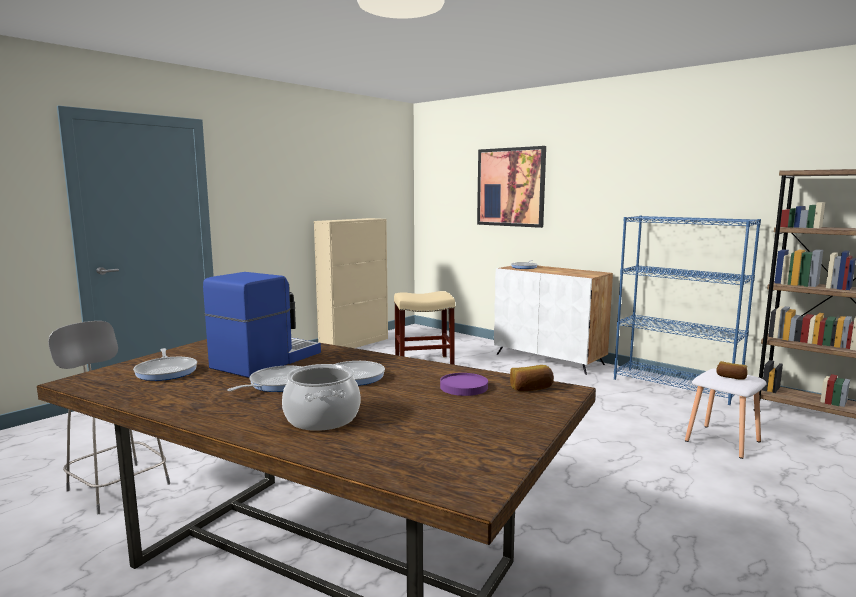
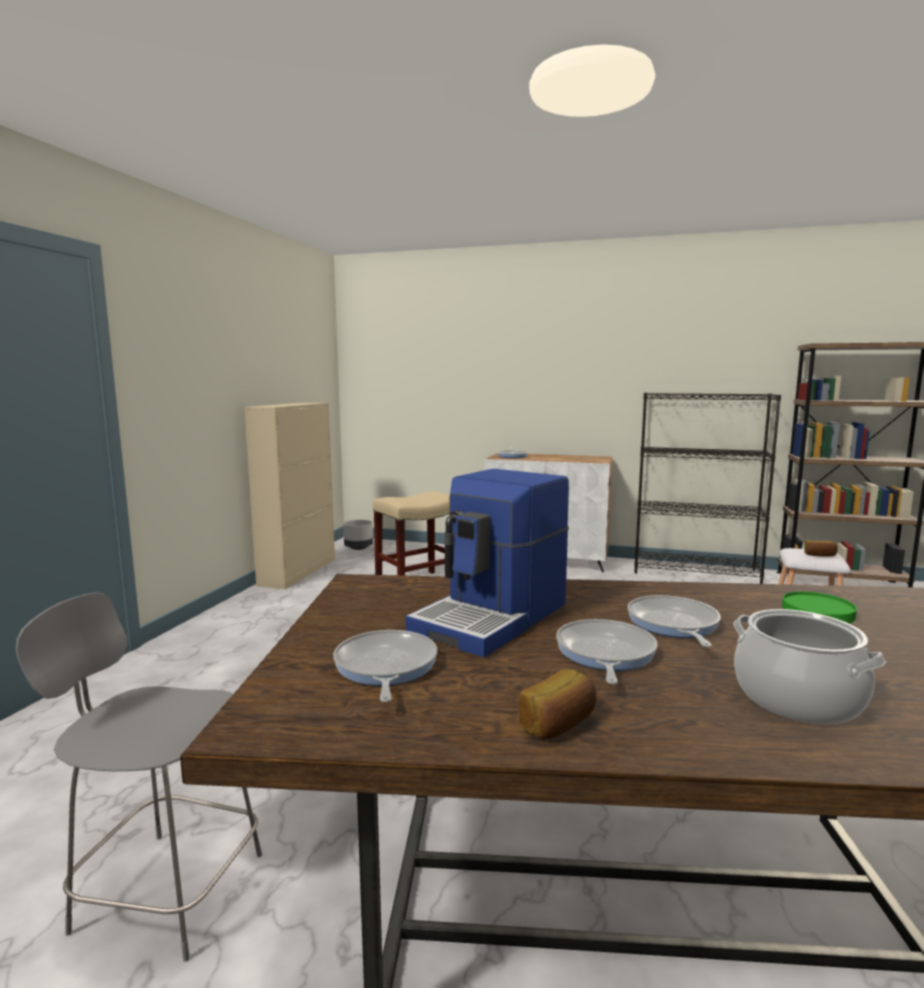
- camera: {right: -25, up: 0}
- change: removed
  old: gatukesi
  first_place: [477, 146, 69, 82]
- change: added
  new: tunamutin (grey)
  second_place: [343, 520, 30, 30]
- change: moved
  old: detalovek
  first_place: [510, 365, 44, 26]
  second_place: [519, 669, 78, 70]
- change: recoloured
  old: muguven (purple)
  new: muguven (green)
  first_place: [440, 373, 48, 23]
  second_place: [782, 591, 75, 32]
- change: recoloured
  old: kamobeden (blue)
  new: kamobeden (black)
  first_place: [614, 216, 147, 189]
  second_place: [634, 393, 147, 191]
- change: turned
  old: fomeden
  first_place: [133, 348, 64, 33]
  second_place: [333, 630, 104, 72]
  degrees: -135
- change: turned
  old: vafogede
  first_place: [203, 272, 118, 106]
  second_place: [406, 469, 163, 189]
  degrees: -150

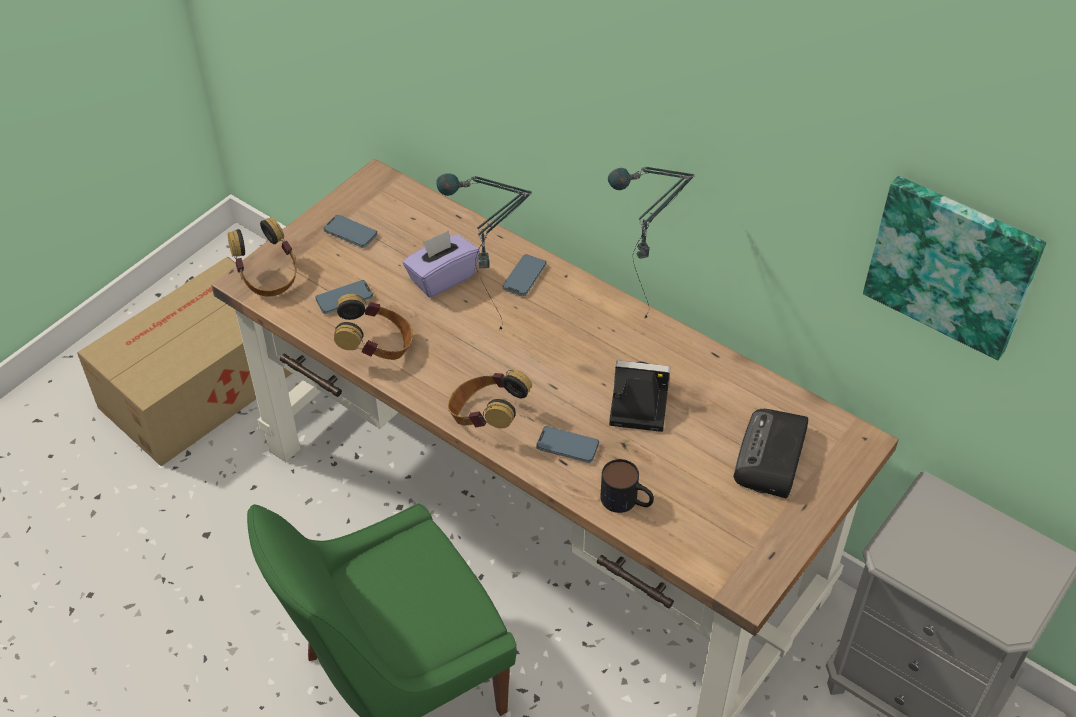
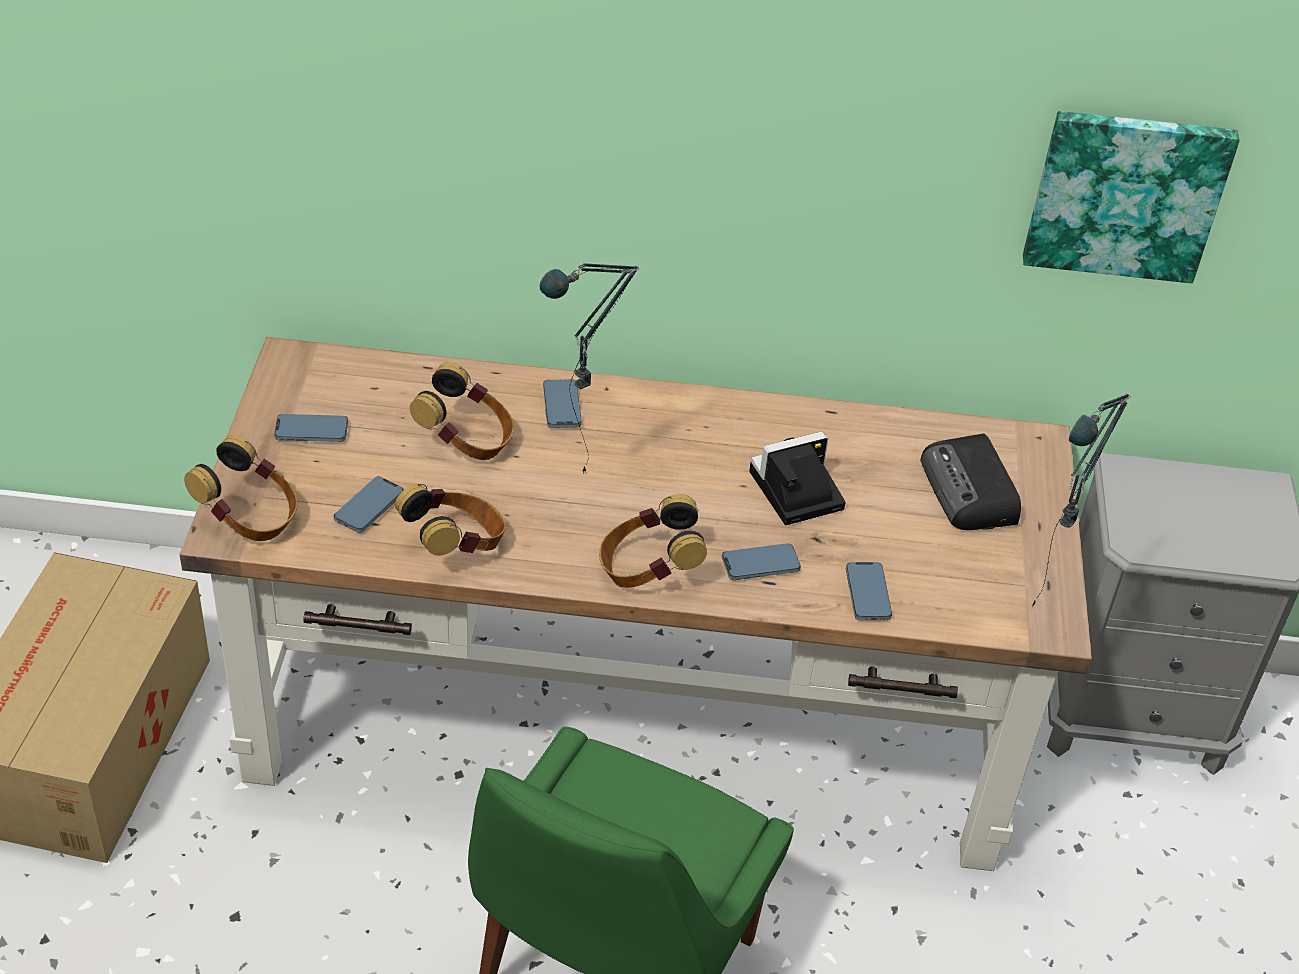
- camera: {right: -35, up: -5}
- change: moved
  old: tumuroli
  first_place: [608, 167, 87, 151]
  second_place: [1032, 393, 99, 214]
- change: replaced
  old: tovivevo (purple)
  new: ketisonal
  first_place: [403, 230, 77, 68]
  second_place: [410, 362, 104, 98]
- change: replaced
  old: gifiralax
  new: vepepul
  first_place: [600, 459, 54, 54]
  second_place: [846, 562, 46, 58]

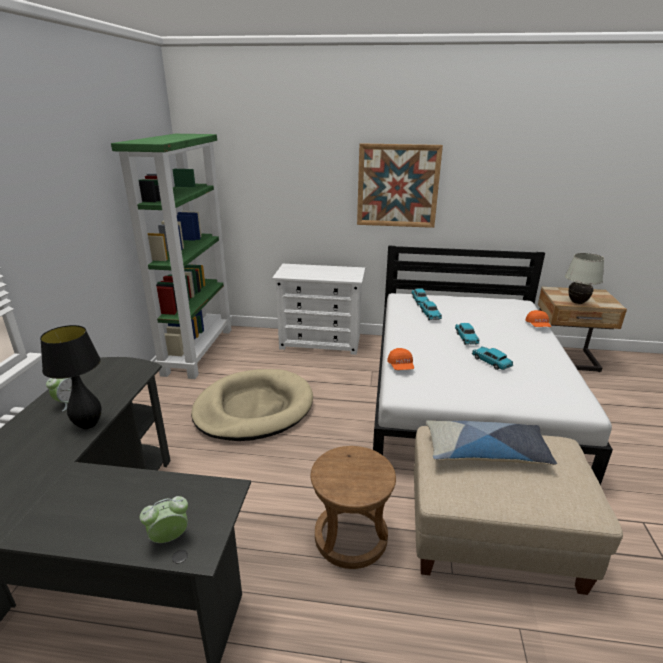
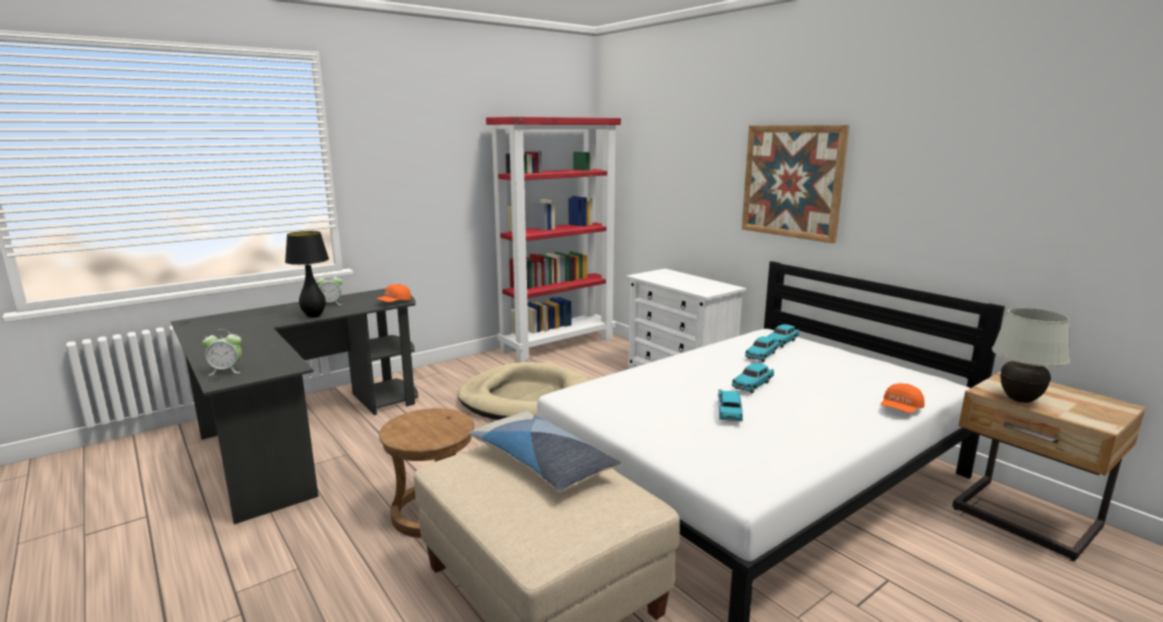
- camera: {right: 45, up: -10}
- change: moved
  old: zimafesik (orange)
  first_place: [387, 348, 27, 22]
  second_place: [375, 284, 36, 18]
- change: recoloured
  old: kamobeden (green)
  new: kamobeden (red)
  first_place: [111, 134, 121, 245]
  second_place: [486, 117, 135, 245]
- change: turned
  old: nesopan
  first_place: [140, 496, 48, 47]
  second_place: [202, 329, 40, 46]
  degrees: 150

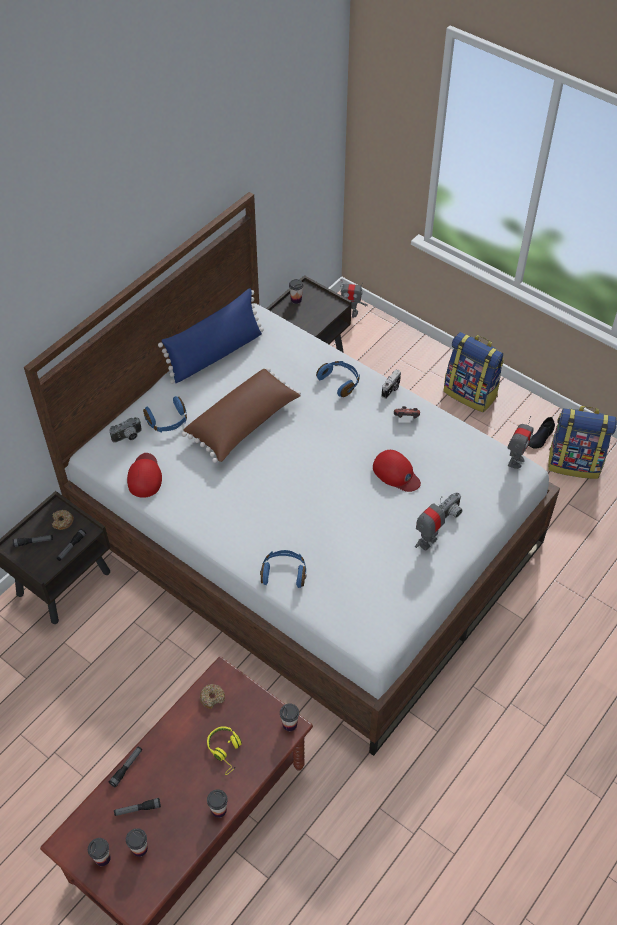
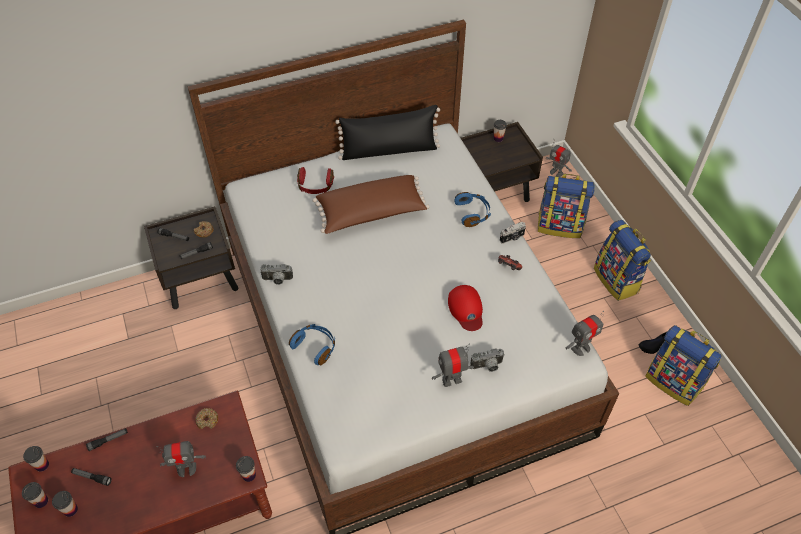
- camera: {right: 30, up: 0}
- change: removed
  old: zimafesik (red)
  first_place: [127, 453, 35, 45]
- change: added
  new: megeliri
  second_place: [538, 174, 57, 64]
- change: moved
  old: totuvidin
  first_place: [109, 417, 33, 26]
  second_place: [260, 264, 33, 21]
- change: moved
  old: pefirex
  first_place: [207, 789, 21, 29]
  second_place: [23, 446, 26, 26]
- change: replaced
  old: ketisonal (yellow)
  new: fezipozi
  first_place: [207, 726, 35, 49]
  second_place: [156, 441, 50, 36]
- change: recoloured
  old: ketisonal (blue)
  new: ketisonal (red)
  first_place: [143, 396, 44, 36]
  second_place: [297, 167, 37, 27]
- change: recoloured
  old: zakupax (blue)
  new: zakupax (black)
  first_place: [158, 288, 106, 96]
  second_place: [335, 105, 105, 55]

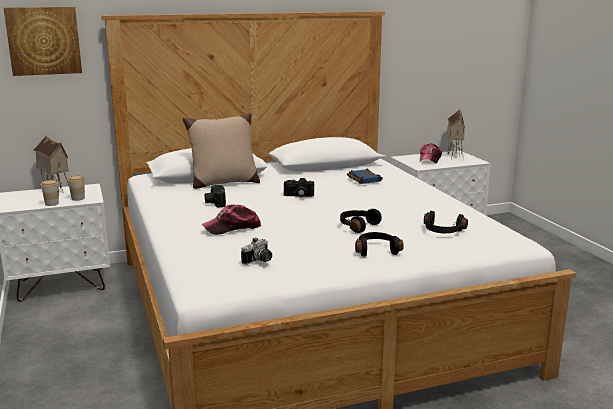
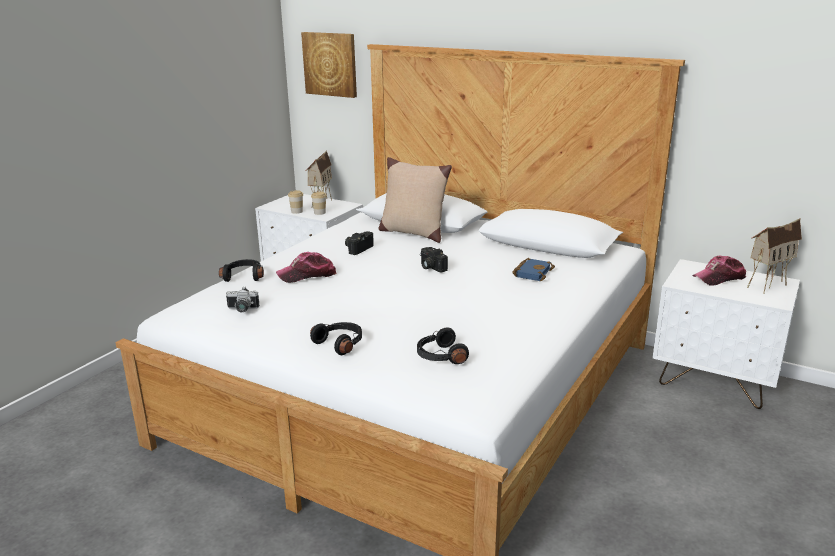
- camera: {right: 50, up: 5}
- change: moved
  old: ketisonal (black)
  first_place: [340, 209, 42, 24]
  second_place: [219, 259, 45, 23]
- change: turned
  old: zimafesik
  first_place: [202, 204, 59, 31]
  second_place: [276, 252, 61, 31]
  degrees: -45

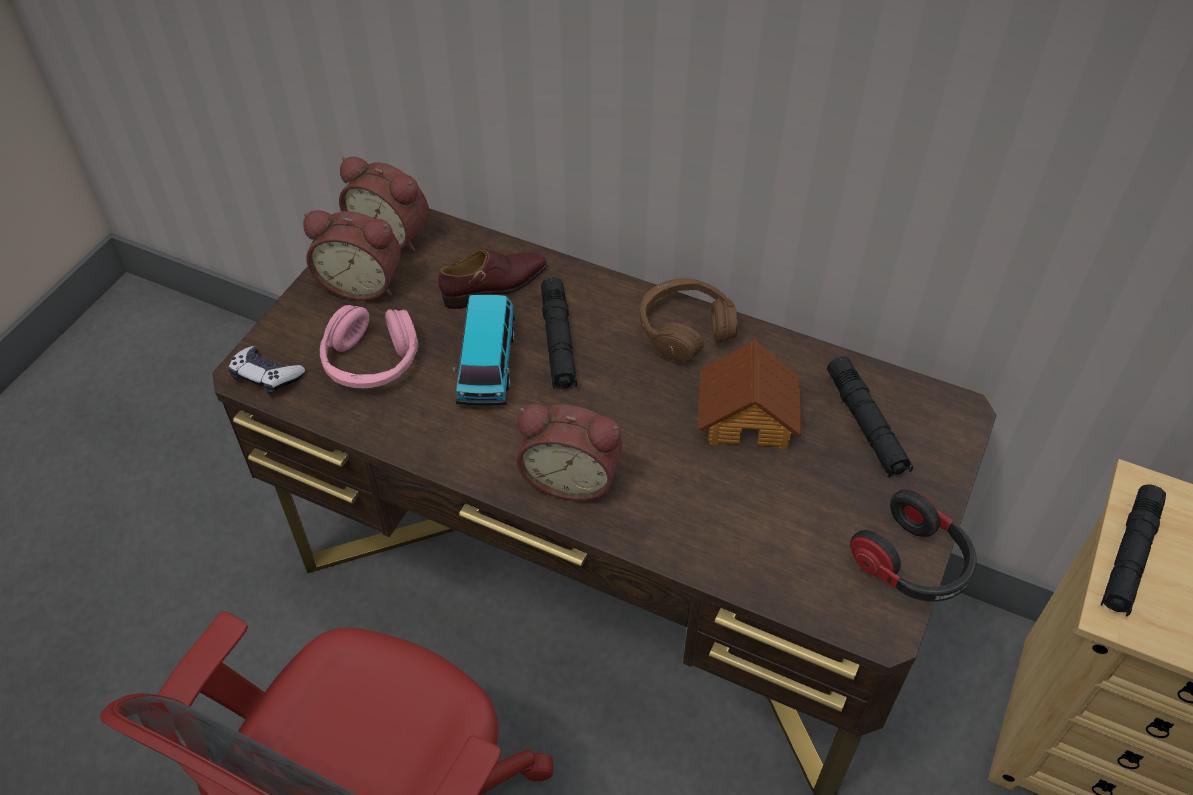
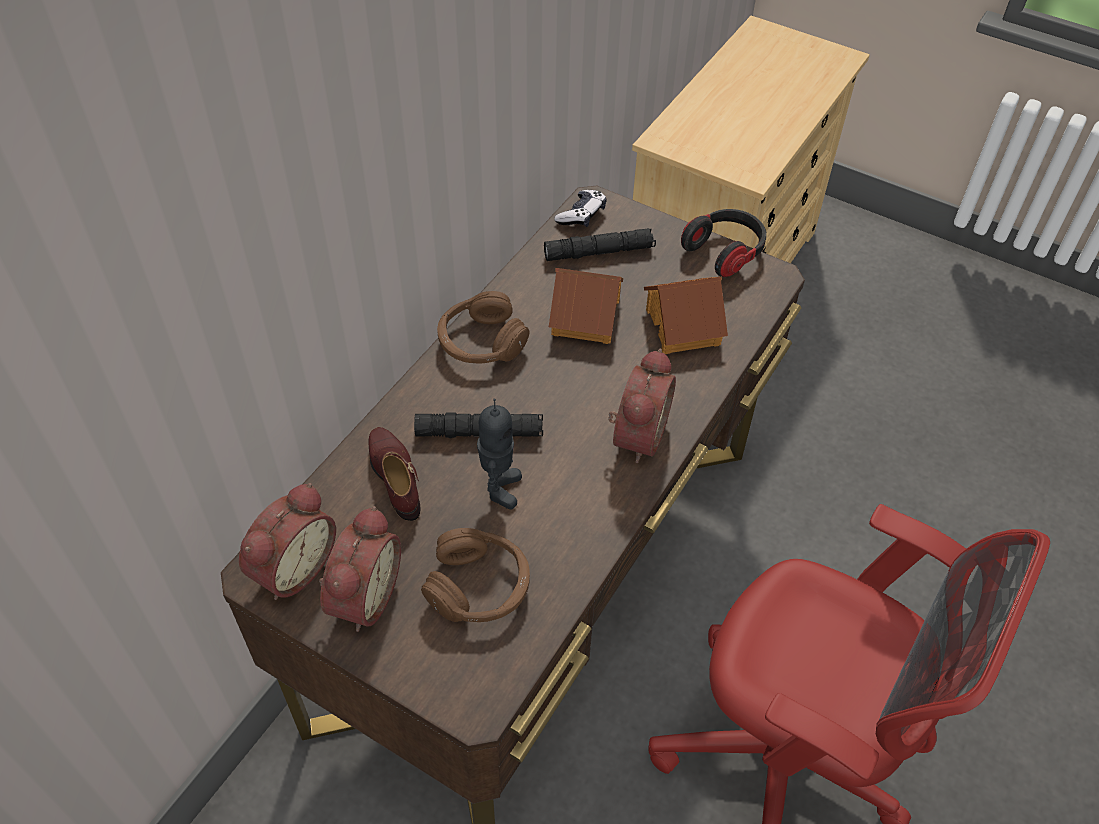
- camera: {right: -85, up: 0}
- change: removed
  old: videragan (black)
  first_place: [1101, 484, 65, 132]
- change: added
  new: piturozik
  second_place: [644, 277, 84, 77]
- change: moved
  old: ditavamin
  first_place: [228, 346, 77, 49]
  second_place: [554, 190, 53, 37]
- change: replaced
  old: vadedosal
  new: fezipozi
  first_place: [452, 295, 63, 111]
  second_place: [477, 399, 45, 110]
- change: recoloured
  old: ketisonal (pink)
  new: ketisonal (brown)
  first_place: [320, 305, 99, 83]
  second_place: [421, 528, 109, 94]

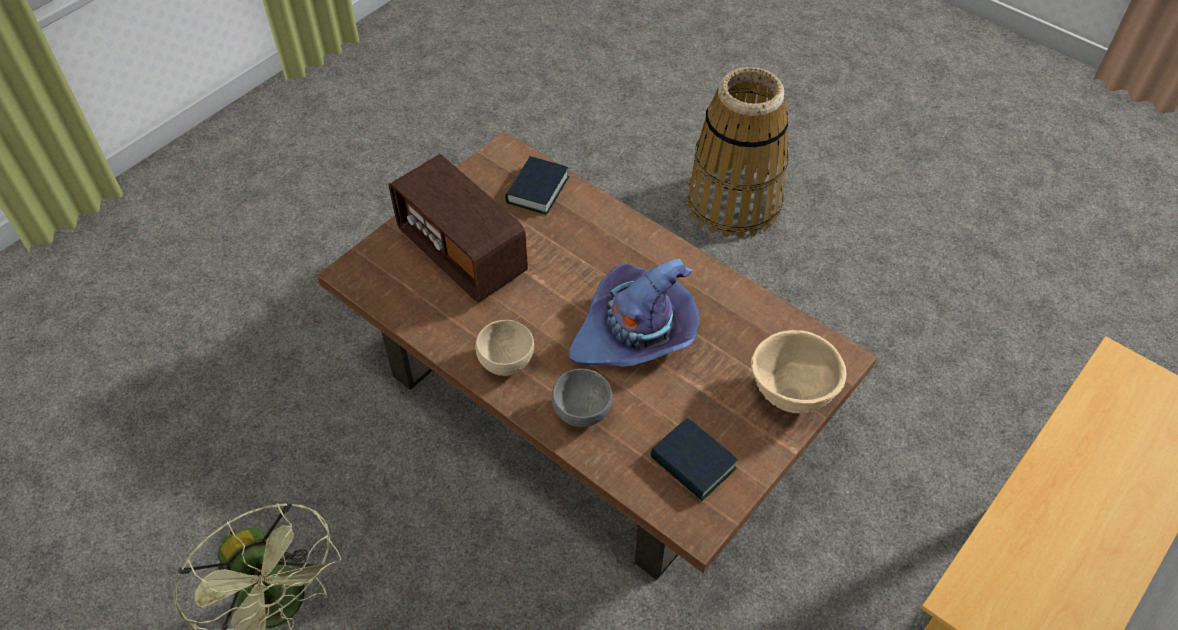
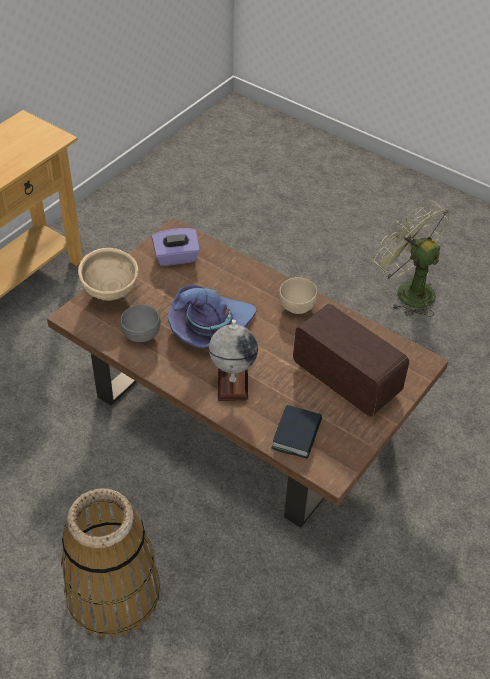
- camera: {right: 175, up: -5}
- change: added
  new: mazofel
  second_place: [209, 320, 49, 81]
- change: moved
  old: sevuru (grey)
  first_place: [552, 369, 60, 58]
  second_place: [120, 305, 41, 37]
- change: replaced
  old: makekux
  new: tovivevo (purple)
  first_place: [650, 418, 88, 83]
  second_place: [152, 228, 48, 38]

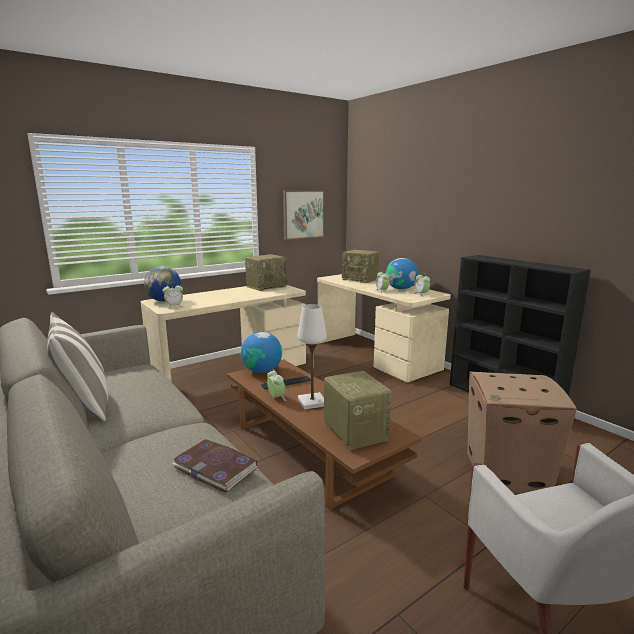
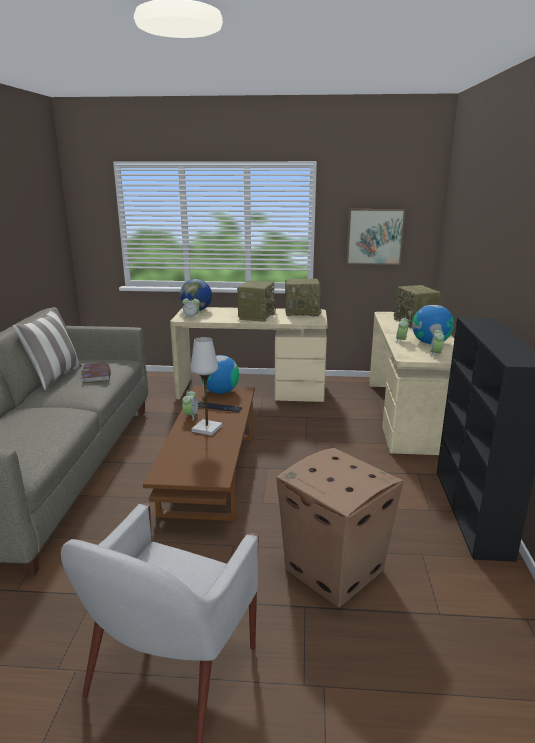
- camera: {right: 40, up: 5}
- change: moved
  old: makekux
  first_place: [172, 439, 85, 54]
  second_place: [81, 362, 30, 21]
- change: moved
  old: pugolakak
  first_place: [324, 371, 68, 79]
  second_place: [237, 280, 39, 42]

